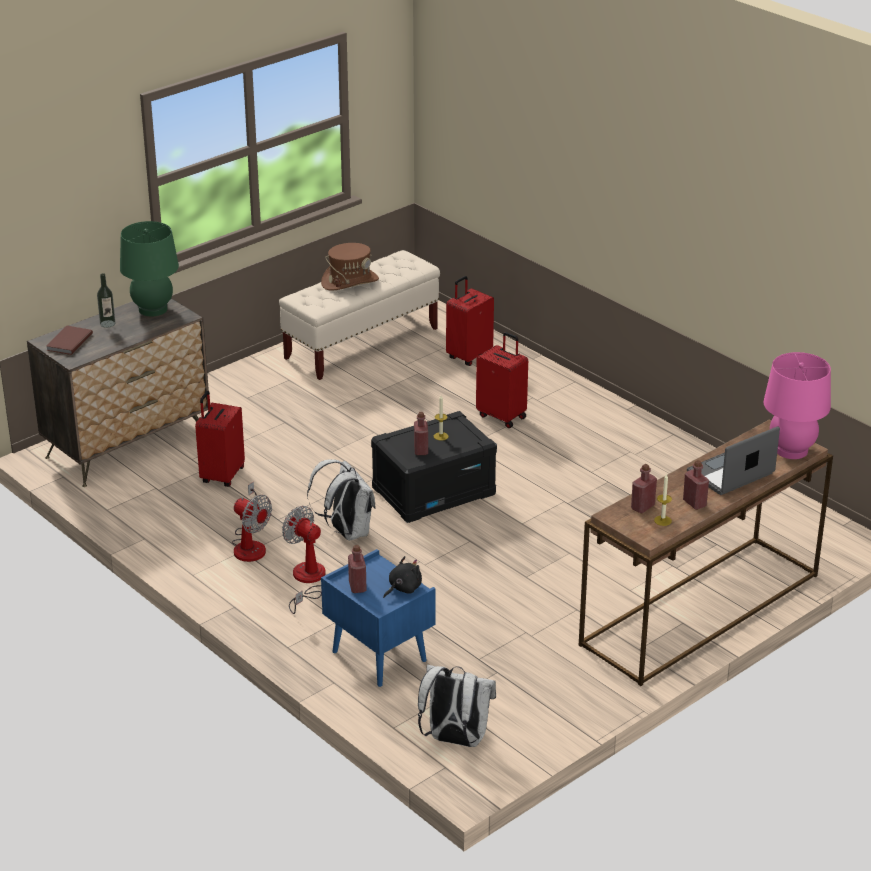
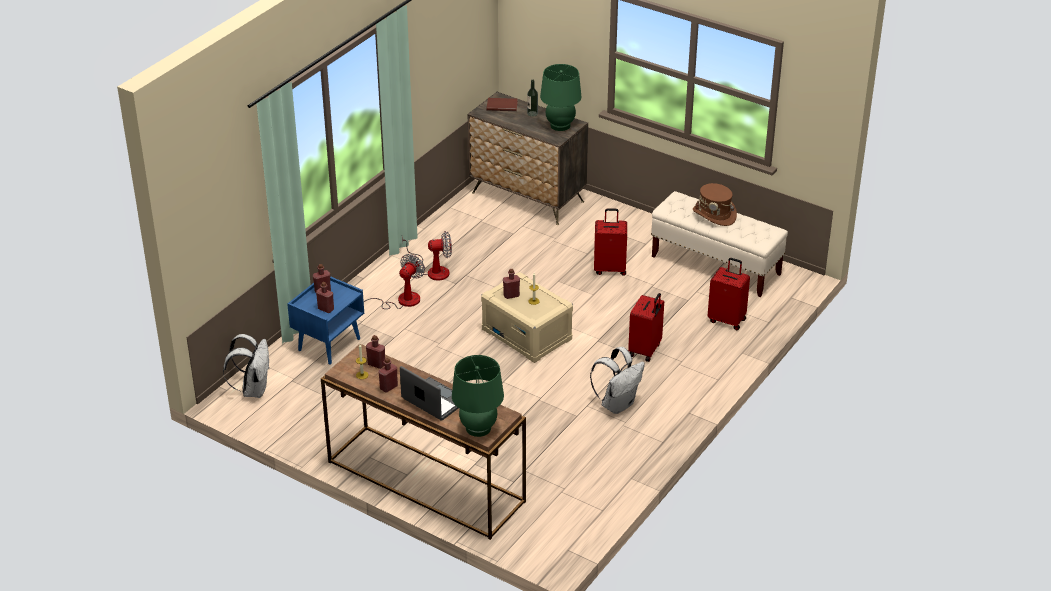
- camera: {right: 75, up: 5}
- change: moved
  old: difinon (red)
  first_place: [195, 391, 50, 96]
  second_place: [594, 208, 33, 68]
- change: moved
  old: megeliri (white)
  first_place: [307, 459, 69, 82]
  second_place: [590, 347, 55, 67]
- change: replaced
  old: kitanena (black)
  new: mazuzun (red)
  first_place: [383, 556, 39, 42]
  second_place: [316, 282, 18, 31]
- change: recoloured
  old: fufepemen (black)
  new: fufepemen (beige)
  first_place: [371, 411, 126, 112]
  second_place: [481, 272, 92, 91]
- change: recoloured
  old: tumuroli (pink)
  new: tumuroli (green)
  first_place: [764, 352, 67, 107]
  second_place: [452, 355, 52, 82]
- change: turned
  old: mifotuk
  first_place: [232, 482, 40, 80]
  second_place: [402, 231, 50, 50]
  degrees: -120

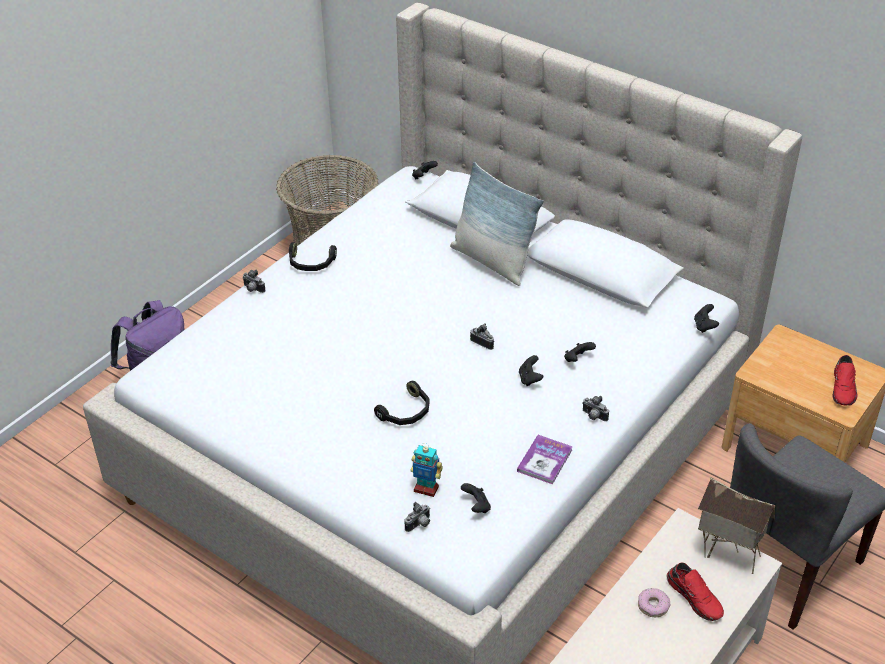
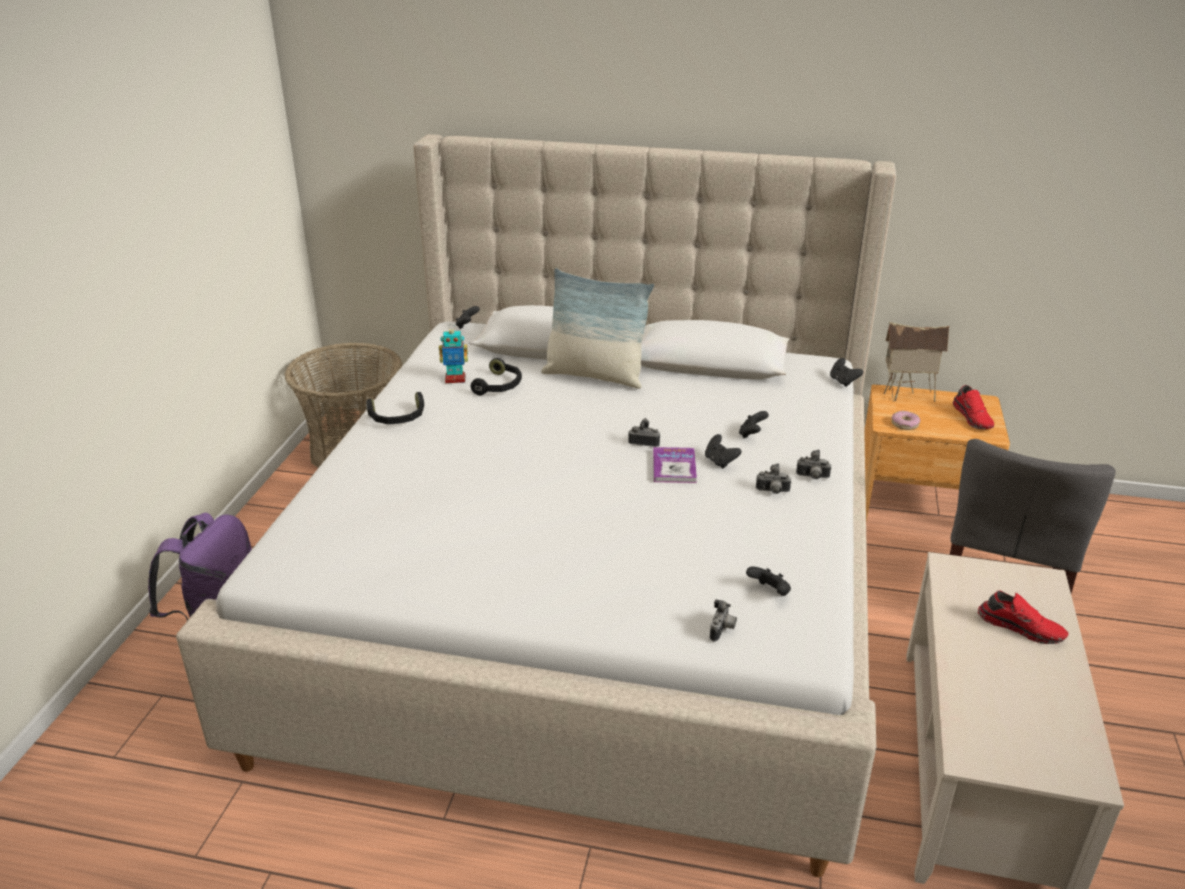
- camera: {right: -25, up: -10}
- change: moved
  old: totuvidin
  first_place: [242, 270, 24, 23]
  second_place: [756, 463, 35, 31]
- change: moved
  old: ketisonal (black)
  first_place: [374, 380, 56, 45]
  second_place: [471, 358, 51, 37]
- change: moved
  old: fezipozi
  first_place: [410, 443, 33, 54]
  second_place: [439, 324, 29, 59]
- change: moved
  old: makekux
  first_place: [517, 435, 56, 49]
  second_place: [653, 447, 44, 36]
- change: moved
  old: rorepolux
  first_place: [638, 588, 32, 29]
  second_place: [892, 411, 28, 19]
- change: moved
  old: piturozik
  first_place: [698, 477, 78, 97]
  second_place: [883, 322, 67, 80]

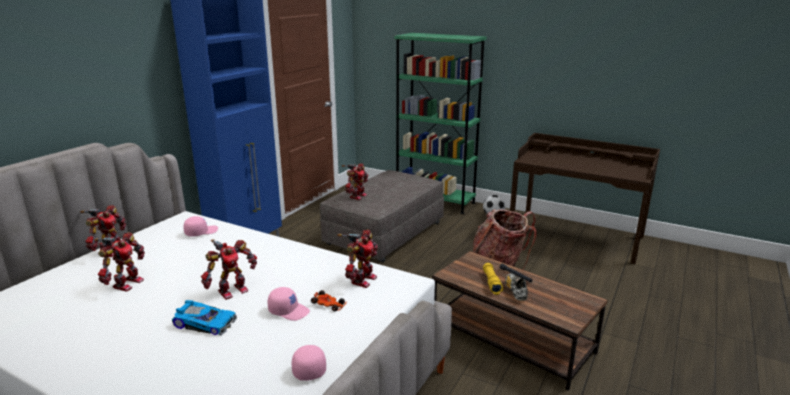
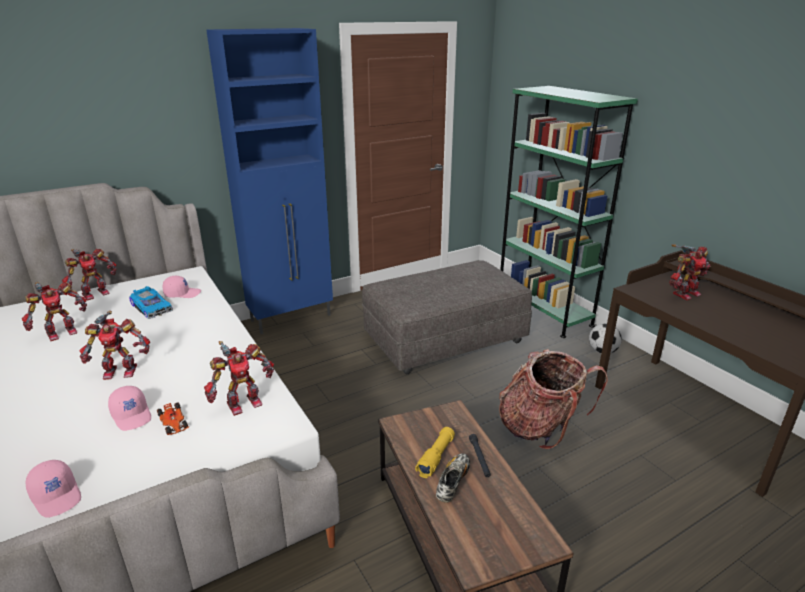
- camera: {right: 30, up: 5}
- change: moved
  old: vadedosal
  first_place: [172, 300, 65, 35]
  second_place: [129, 286, 44, 33]
- change: moved
  old: fezipozi
  first_place: [342, 163, 26, 37]
  second_place: [669, 244, 42, 56]
- change: turned
  old: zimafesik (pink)
  first_place: [292, 345, 34, 36]
  second_place: [26, 460, 55, 58]
  degrees: 120

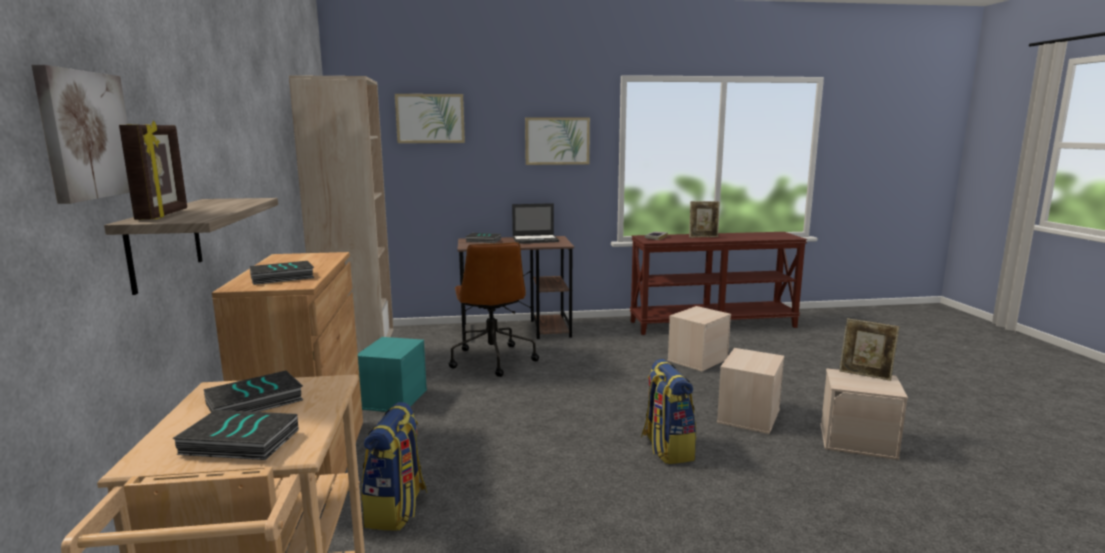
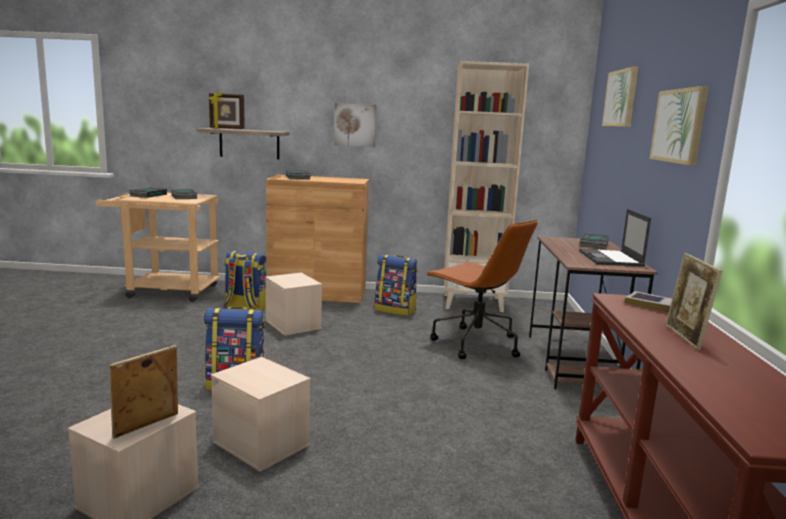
- camera: {right: 100, up: 0}
- change: moved
  old: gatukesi
  first_place: [32, 65, 98, 139]
  second_place: [334, 103, 42, 44]
- change: moved
  old: fufepemen (beige)
  first_place: [667, 306, 64, 65]
  second_place: [265, 273, 57, 63]
- change: replaced
  old: fufepemen (turquoise)
  new: megeliri
  first_place: [358, 337, 69, 75]
  second_place: [375, 255, 43, 61]
- change: turned
  old: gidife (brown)
  first_place: [449, 242, 90, 135]
  second_place: [426, 219, 112, 140]
  degrees: -135

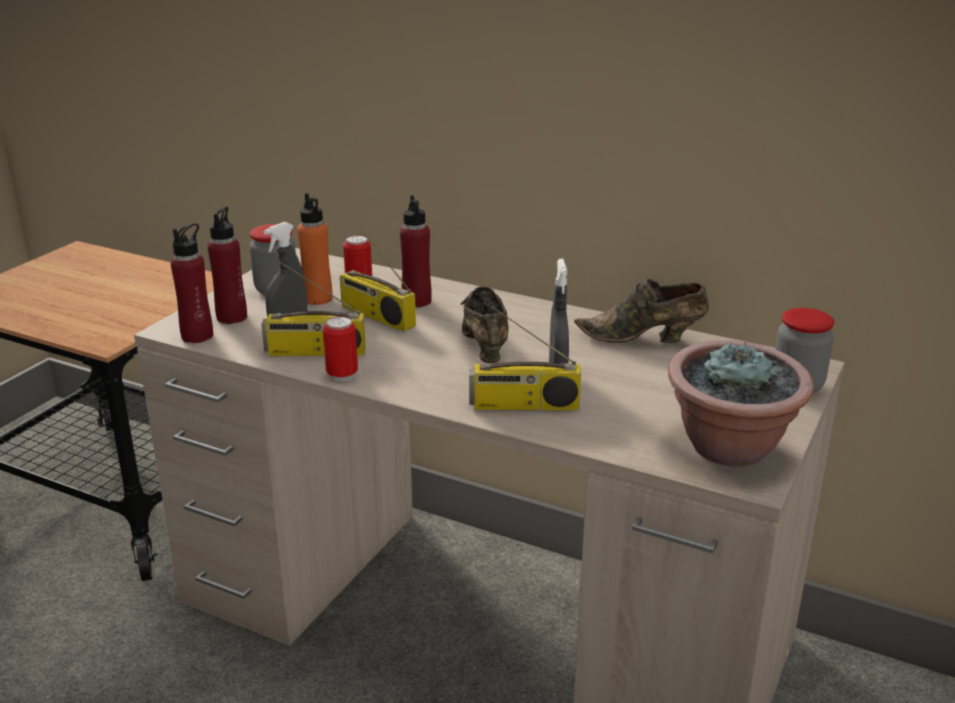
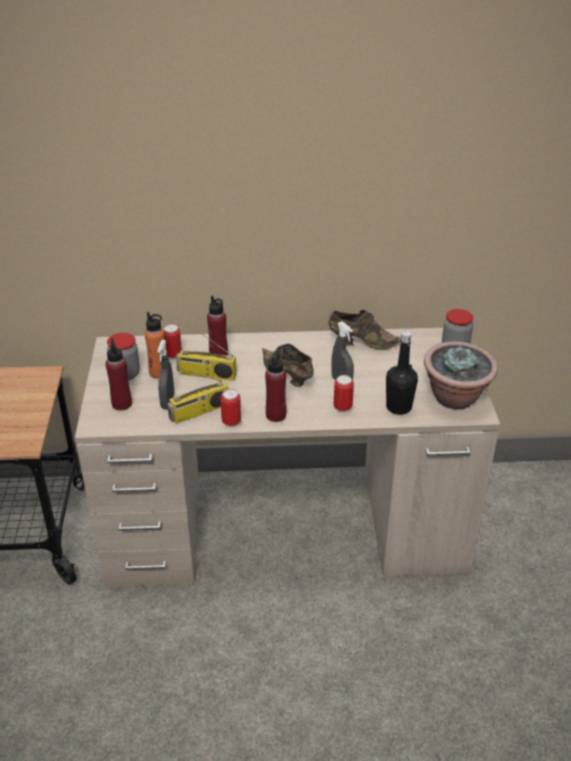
- camera: {right: -30, up: 10}
- change: added
  new: mazuzun (black)
  second_place: [386, 331, 32, 84]
- change: moved
  old: mazuzun (red)
  first_place: [171, 223, 42, 120]
  second_place: [265, 349, 21, 73]
- change: replaced
  old: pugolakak
  new: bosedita
  first_place: [469, 306, 112, 104]
  second_place: [334, 375, 20, 38]
- change: turned
  old: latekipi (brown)
  first_place: [574, 279, 135, 64]
  second_place: [328, 310, 73, 39]
  degrees: -150

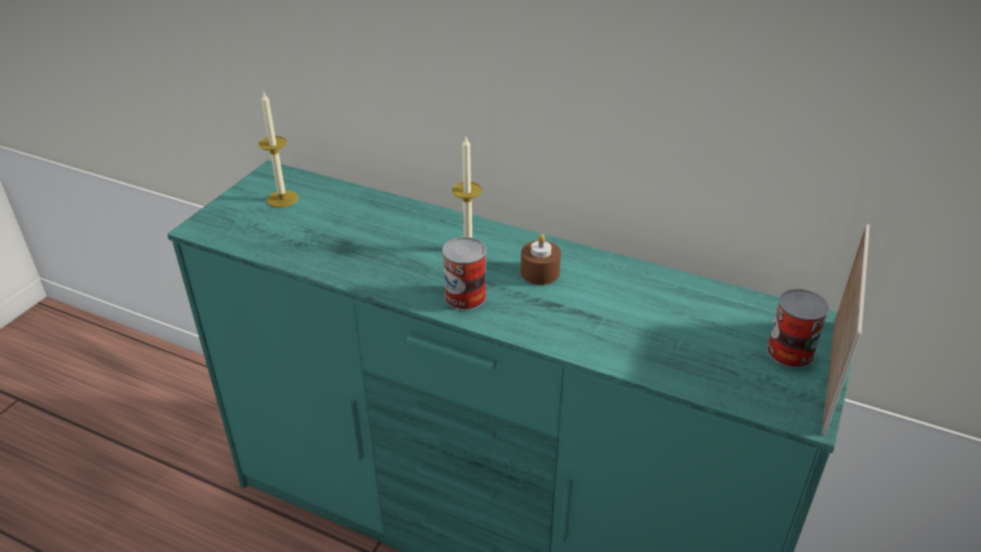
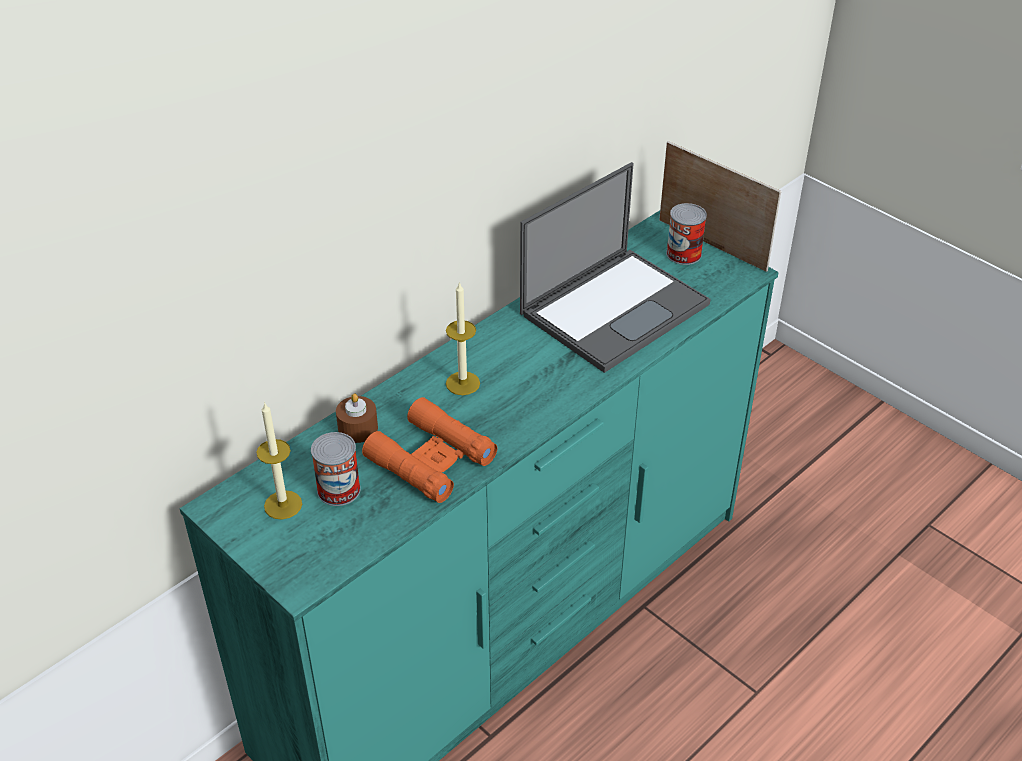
- camera: {right: -70, up: 5}
- change: added
  new: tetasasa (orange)
  second_place: [362, 397, 135, 106]
- change: added
  new: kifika
  second_place: [520, 162, 191, 211]
- change: moved
  old: bosedita
  first_place: [442, 237, 44, 73]
  second_place: [311, 432, 50, 74]
- change: moved
  old: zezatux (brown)
  first_place: [521, 234, 40, 51]
  second_place: [336, 393, 42, 50]

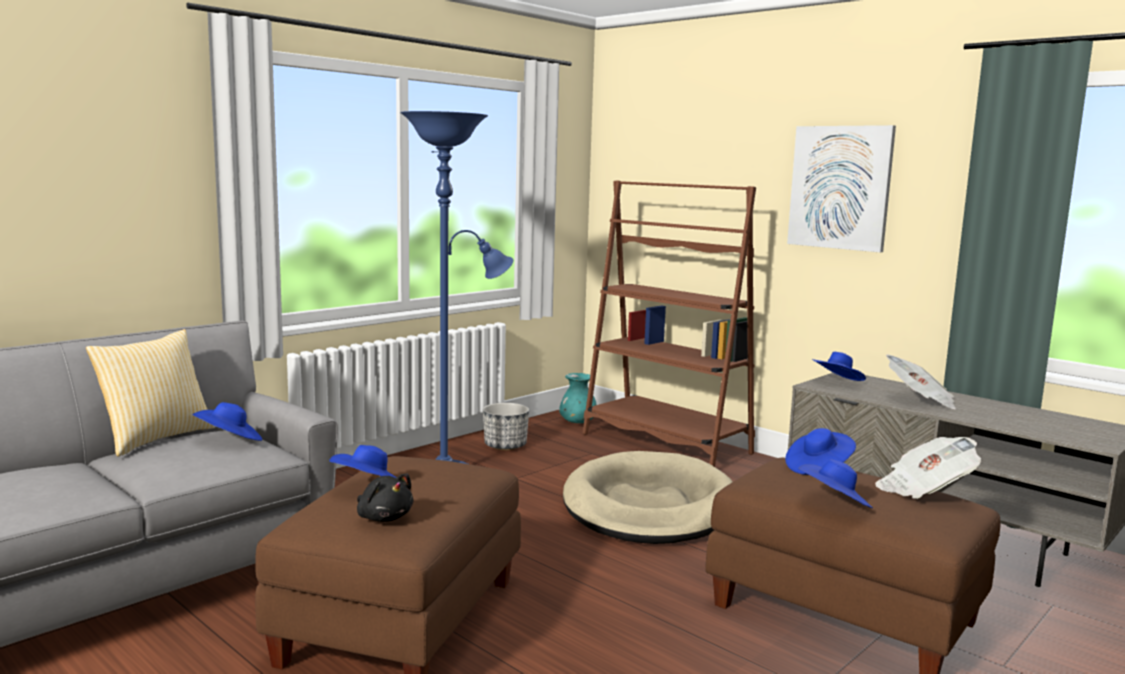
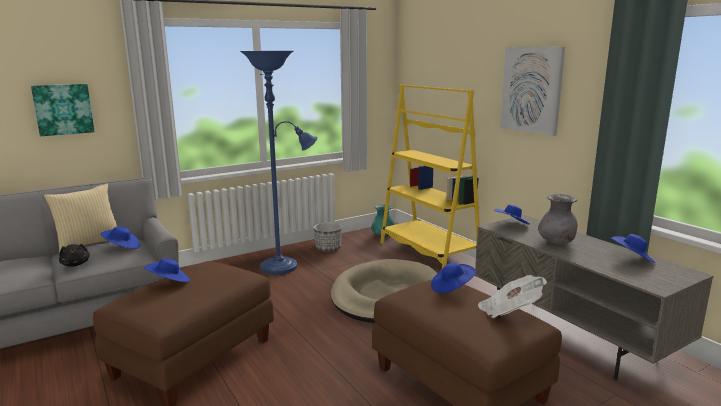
- camera: {right: 15, up: 5}
- change: added
  new: gatukesi
  second_place: [31, 84, 64, 52]
- change: moved
  old: kitanena (black)
  first_place: [357, 474, 56, 48]
  second_place: [59, 244, 31, 23]
- change: moved
  old: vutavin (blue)
  first_place: [798, 459, 75, 49]
  second_place: [611, 234, 45, 29]
- change: replaced
  old: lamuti
  new: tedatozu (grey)
  first_place: [886, 354, 70, 56]
  second_place: [538, 194, 40, 50]
- change: recoloured
  old: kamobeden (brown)
  new: kamobeden (yellow)
  first_place: [583, 180, 173, 287]
  second_place: [380, 84, 100, 184]

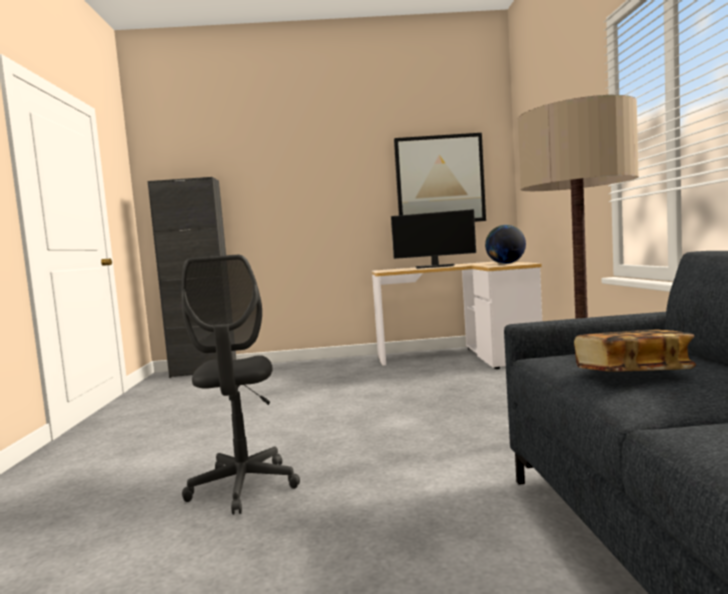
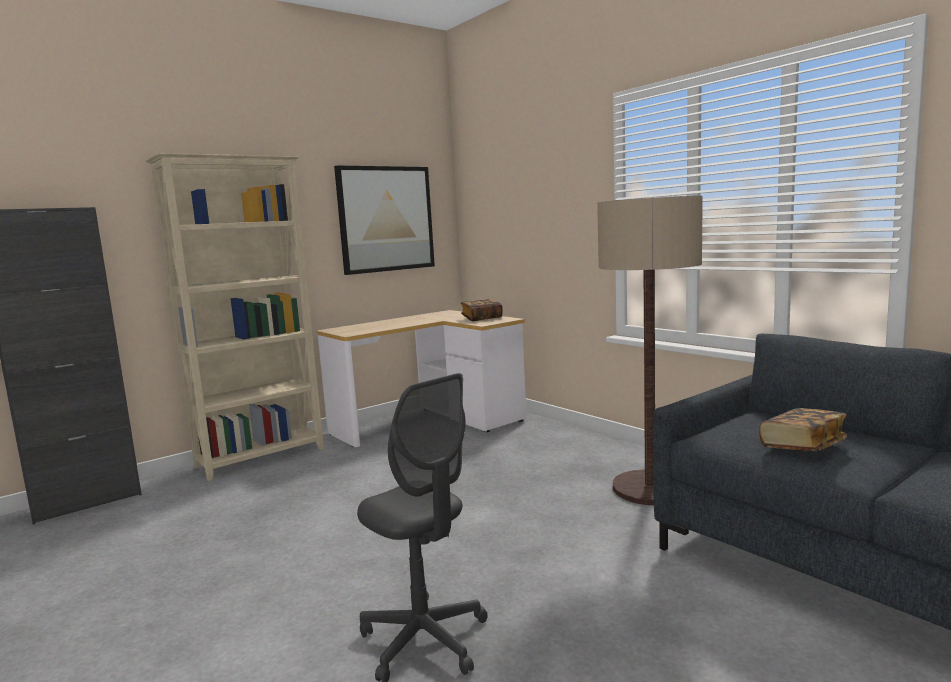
- camera: {right: -35, up: 5}
- change: removed
  old: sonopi
  first_place: [391, 209, 85, 60]
- change: added
  new: kamobeden (beige)
  second_place: [145, 153, 179, 328]
- change: replaced
  old: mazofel
  new: makekux
  first_place: [485, 225, 41, 39]
  second_place: [461, 299, 42, 22]

